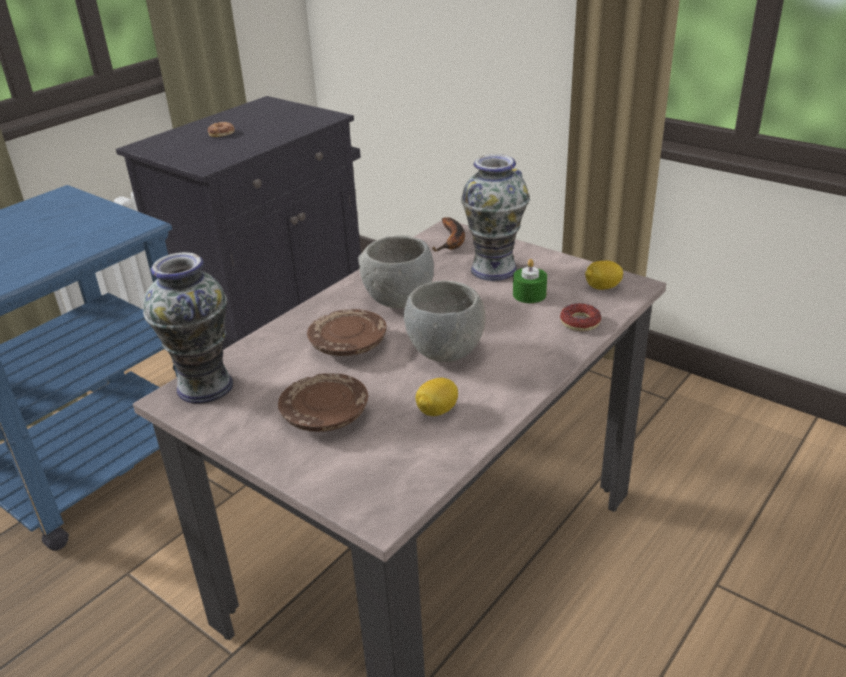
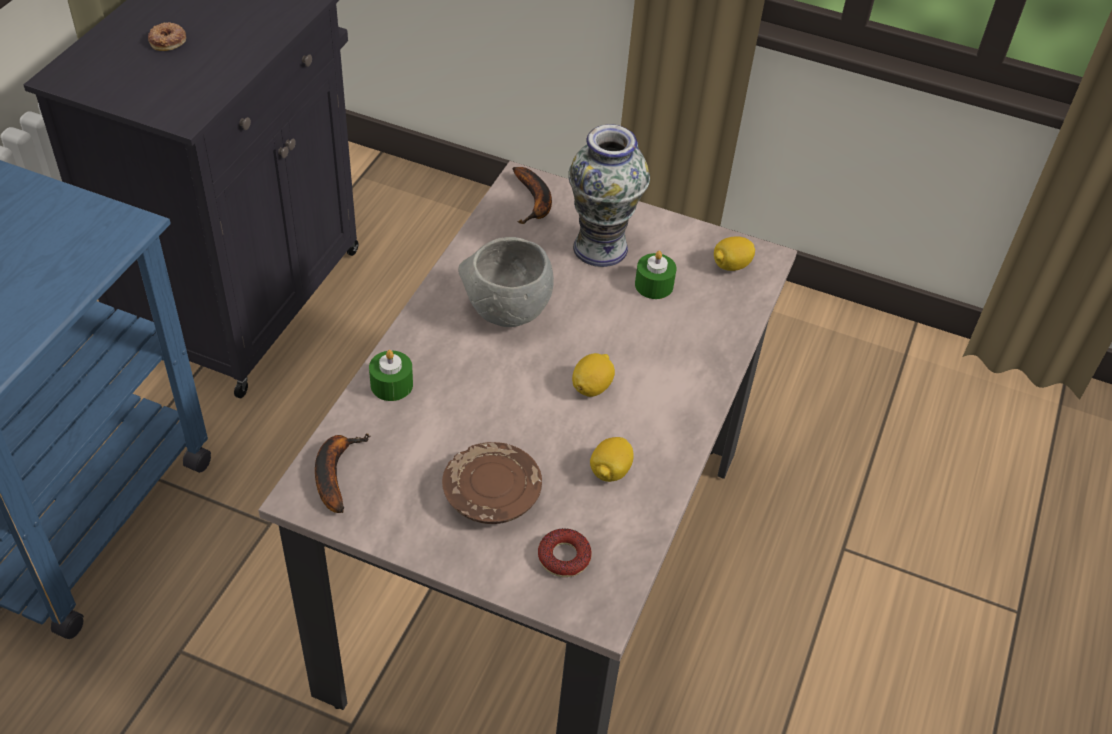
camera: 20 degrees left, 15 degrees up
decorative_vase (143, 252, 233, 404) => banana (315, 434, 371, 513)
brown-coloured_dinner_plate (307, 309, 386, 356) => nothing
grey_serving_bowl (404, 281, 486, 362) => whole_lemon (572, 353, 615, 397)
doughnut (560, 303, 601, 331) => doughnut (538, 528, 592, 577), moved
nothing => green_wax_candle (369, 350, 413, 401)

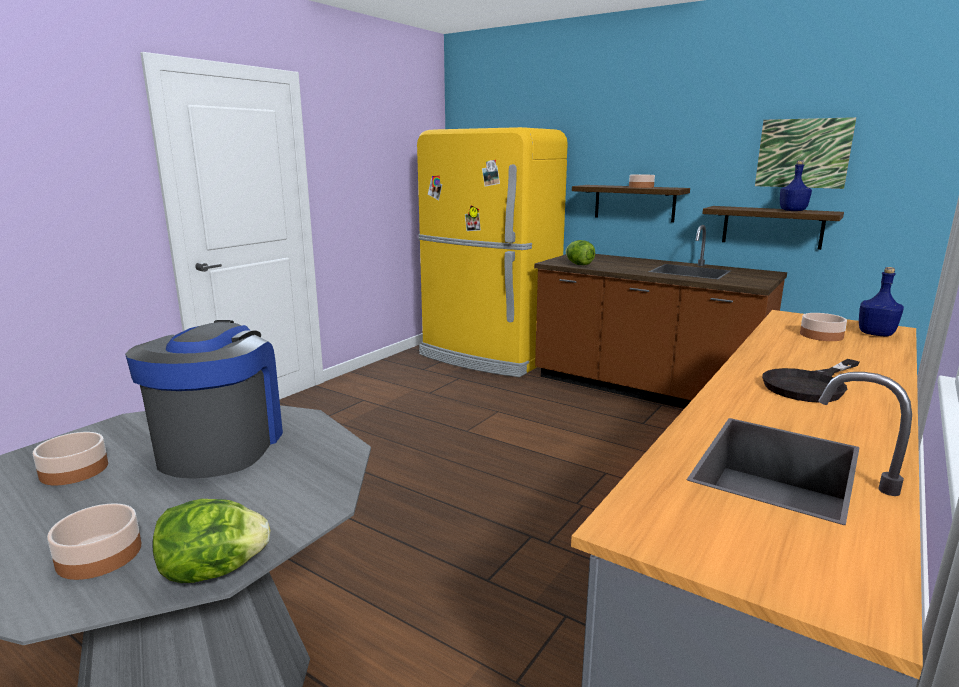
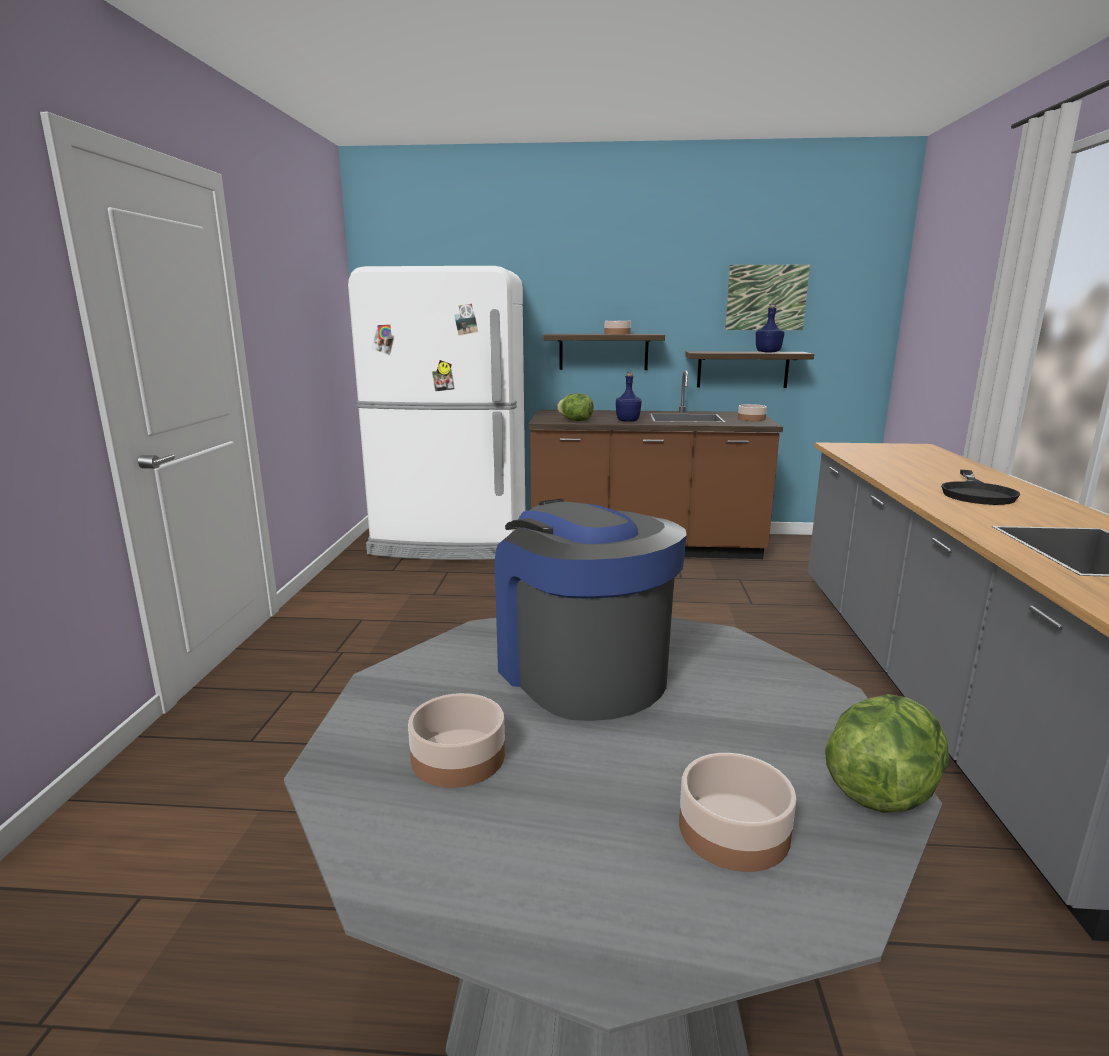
camera: 30 degrees left, 0 degrees up
yellowish_kitchen_fridge (417, 127, 568, 377) => whitish_kitchen_fridge (348, 266, 525, 560)
serving_bowl (800, 313, 847, 341) => serving_bowl (738, 404, 767, 421), moved
bluish_beverage_bottle (859, 267, 904, 336) => bluish_beverage_bottle (616, 372, 641, 422), moved

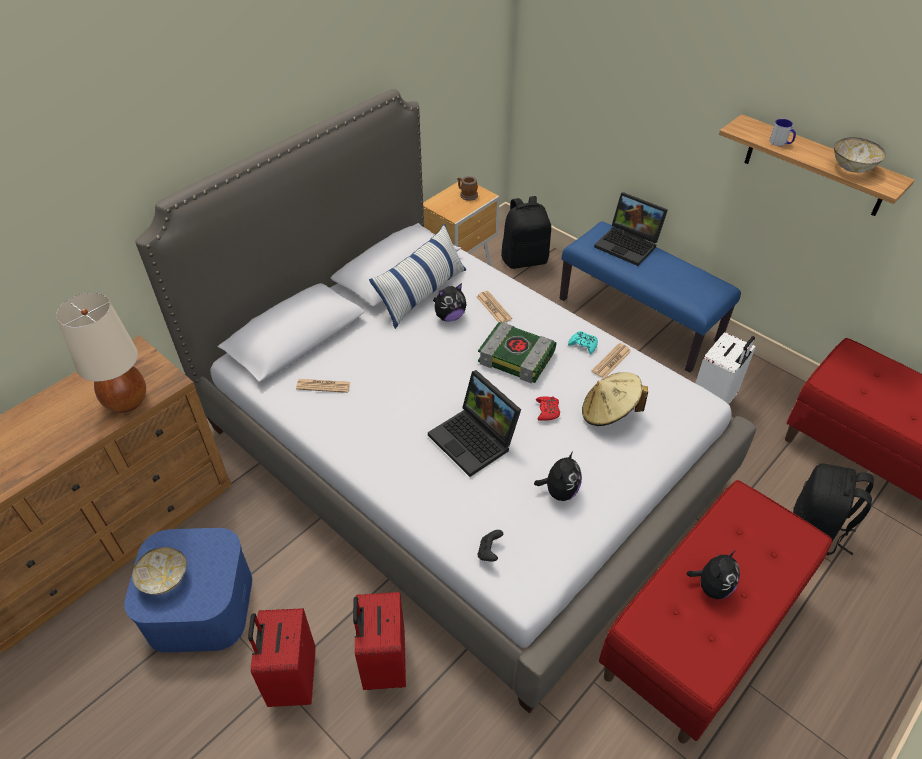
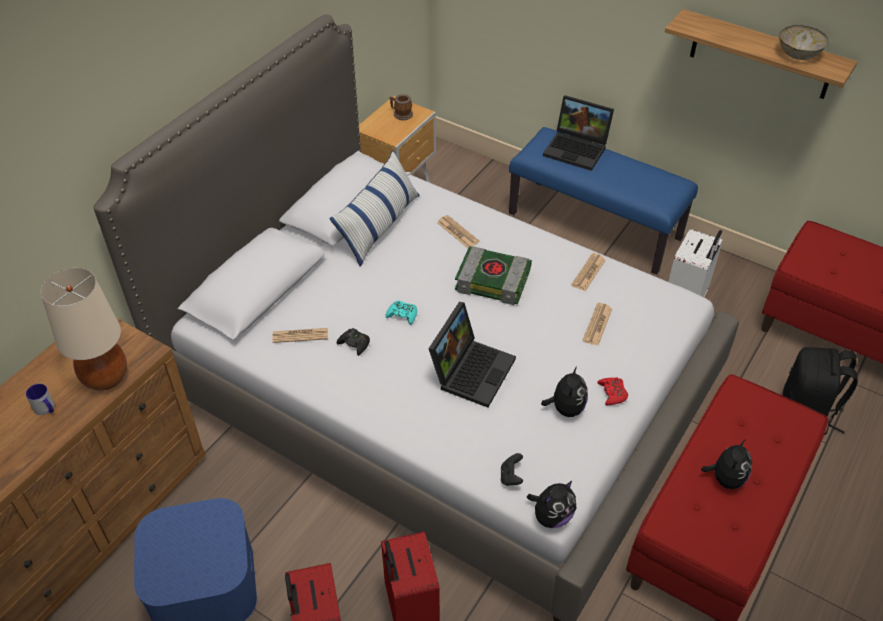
camera: 10 degrees left, 0 degrees up
serving_bowl (132, 547, 187, 595) => nothing
notebook_computer (428, 370, 521, 477) => notebook_computer (429, 302, 516, 408), 105 degrees counterclockwise
cuddly_toy (433, 283, 467, 322) => cuddly_toy (527, 481, 576, 528), moved
black_knapsack (501, 196, 551, 269) => nothing
red_gamepad (536, 396, 560, 421) => red_gamepad (597, 377, 628, 405), moved
turquoise_gamepad (568, 331, 598, 354) => turquoise_gamepad (386, 300, 417, 325), moved
beige_wearable_hat (582, 372, 648, 426) => printed_paper (582, 303, 612, 346)
mug (769, 119, 796, 146) => mug (26, 384, 55, 415), moved
nothing => black_gamepad (337, 328, 370, 356)

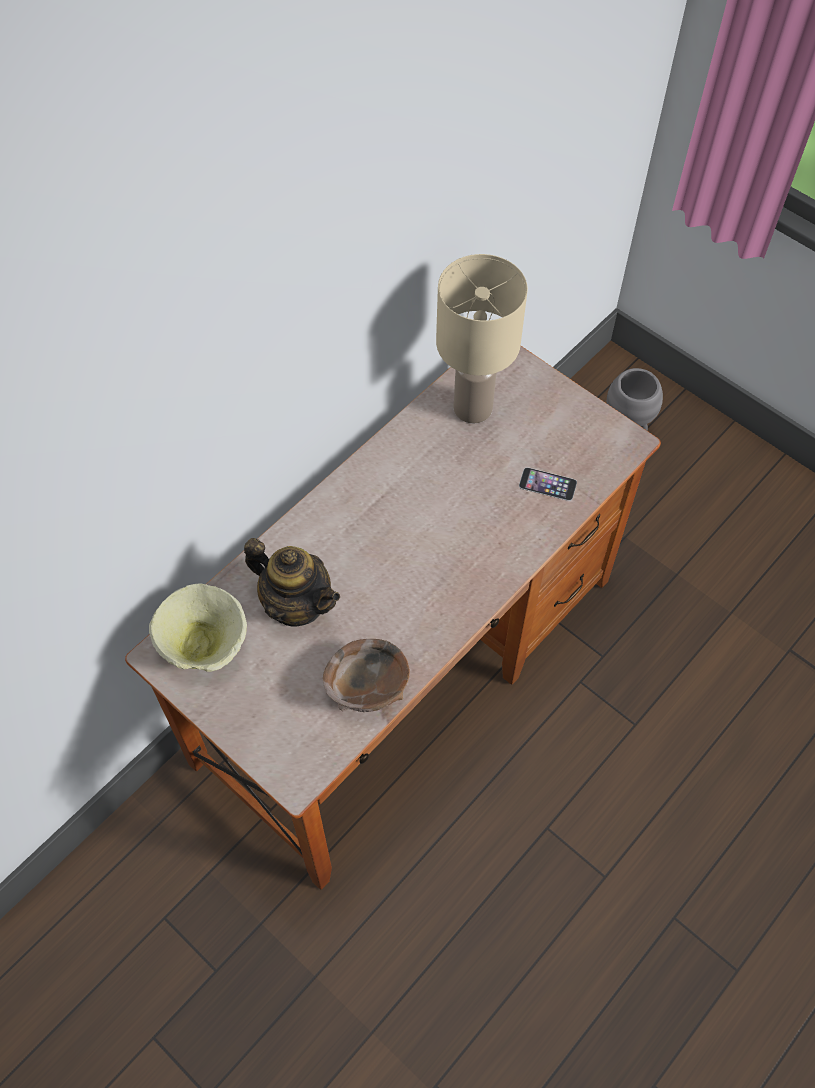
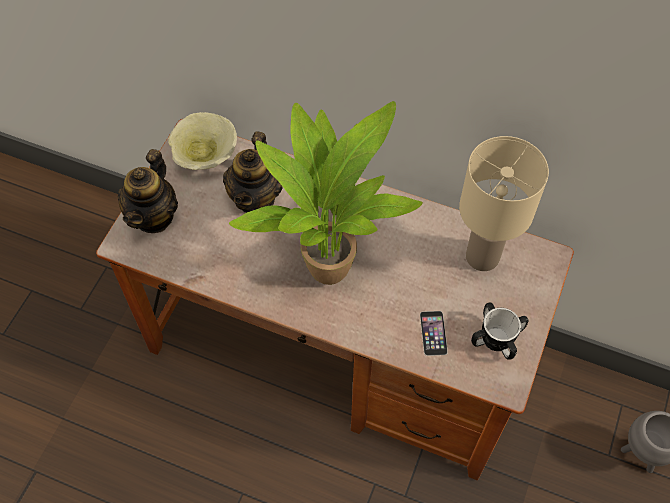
camera: 70 degrees right, 0 degrees up
brown-coloured_serving_bowl (323, 639, 410, 712) => nothing
nothing => teapot (118, 149, 178, 233)
nothing => potted_plant (229, 101, 423, 285)
nothing => mug (471, 302, 528, 360)

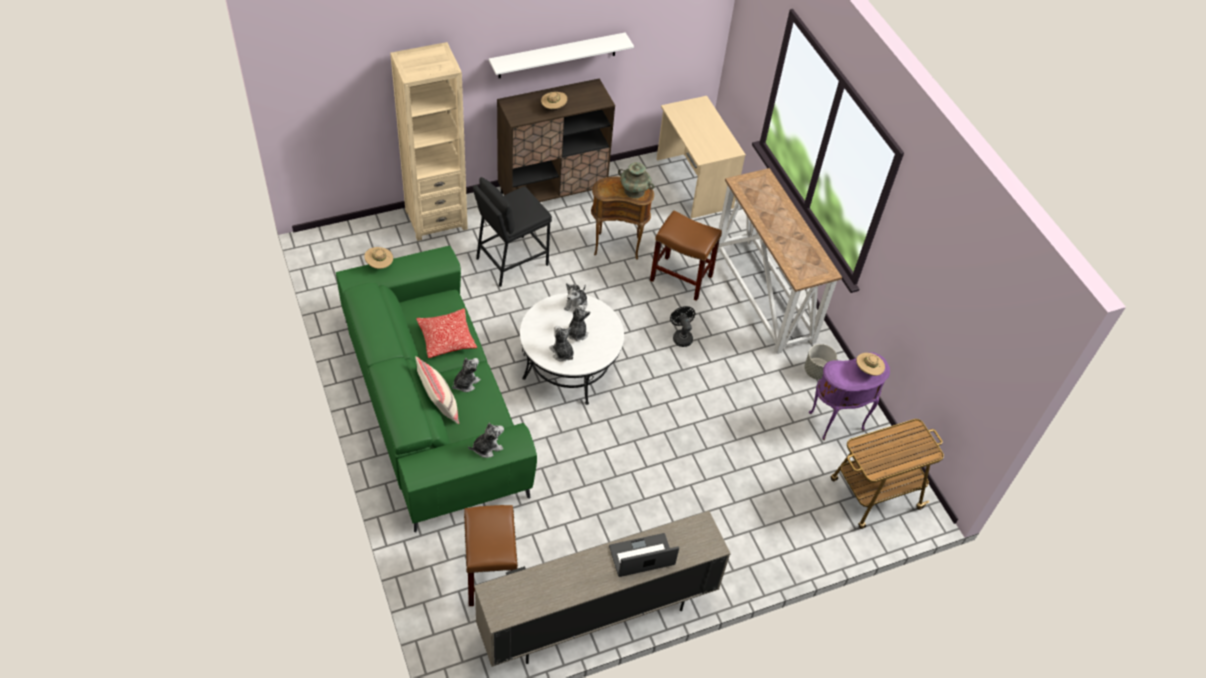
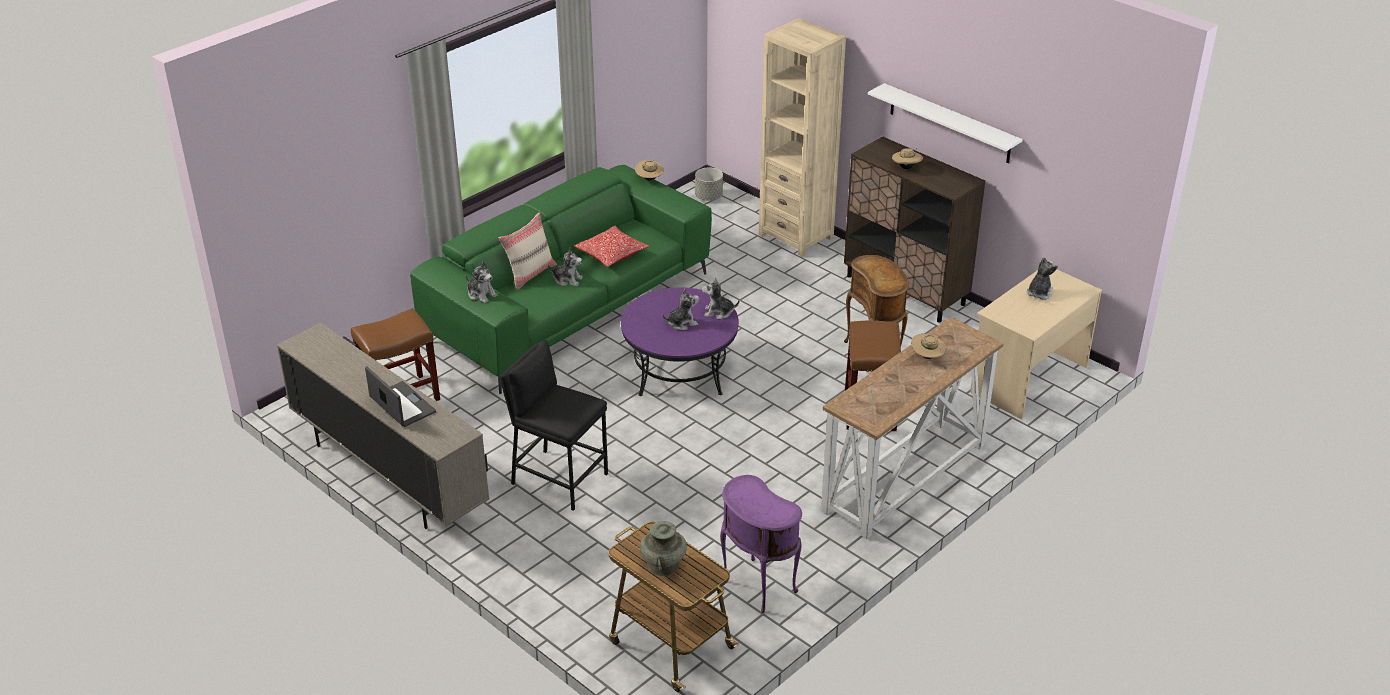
camera: 70 degrees right, 15 degrees down
black_stool (473, 177, 552, 287) => black_stool (500, 340, 608, 511), moved
whitish_coffee_table (520, 293, 624, 405) => purple-coloured_coffee_table (621, 287, 739, 396)
cuddly_toy (549, 326, 574, 362) => cuddly_toy (1027, 257, 1058, 300), moved
turquoise_decorative_vase (618, 162, 654, 198) => turquoise_decorative_vase (640, 521, 687, 576), moved
black_cooling_fan (670, 306, 695, 347) => nothing
grey_flower_pot (804, 344, 837, 380) => grey_flower_pot (695, 168, 723, 201), moved
beige_wearable_hat (856, 353, 885, 376) => beige_wearable_hat (911, 334, 946, 359), moved

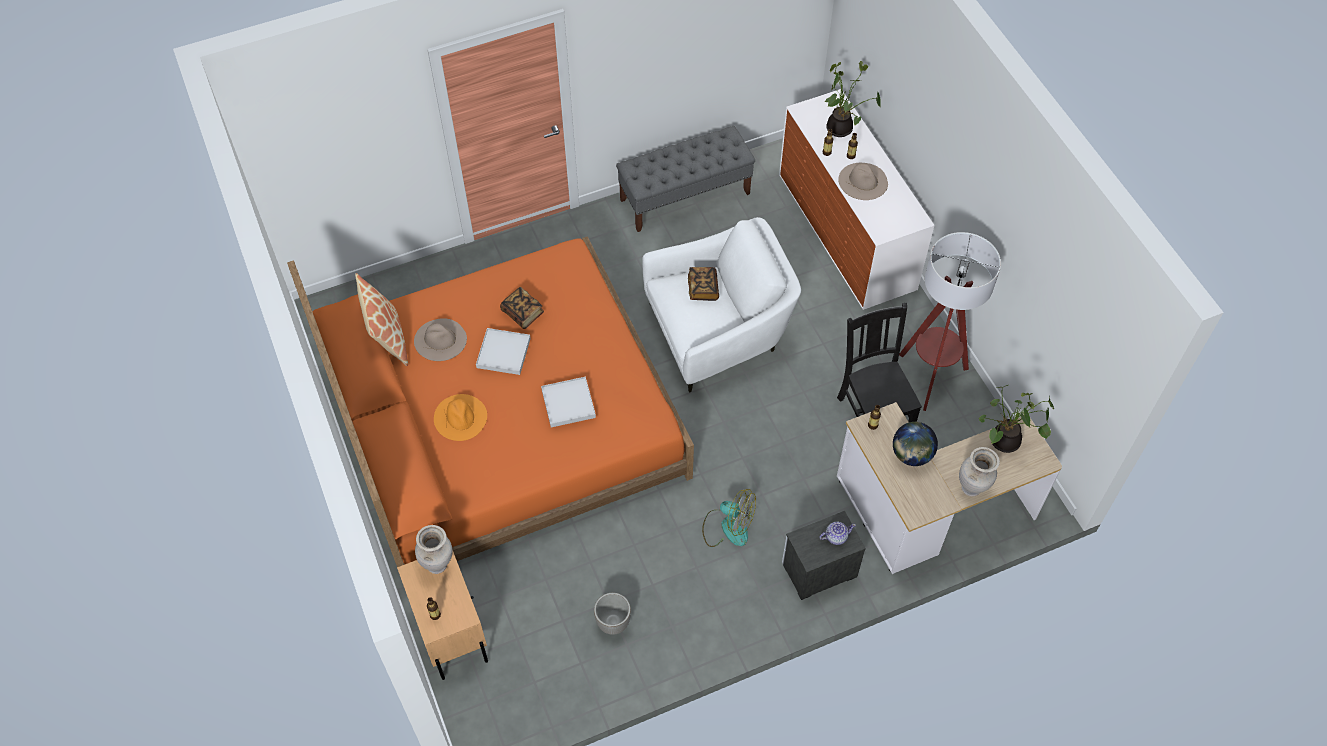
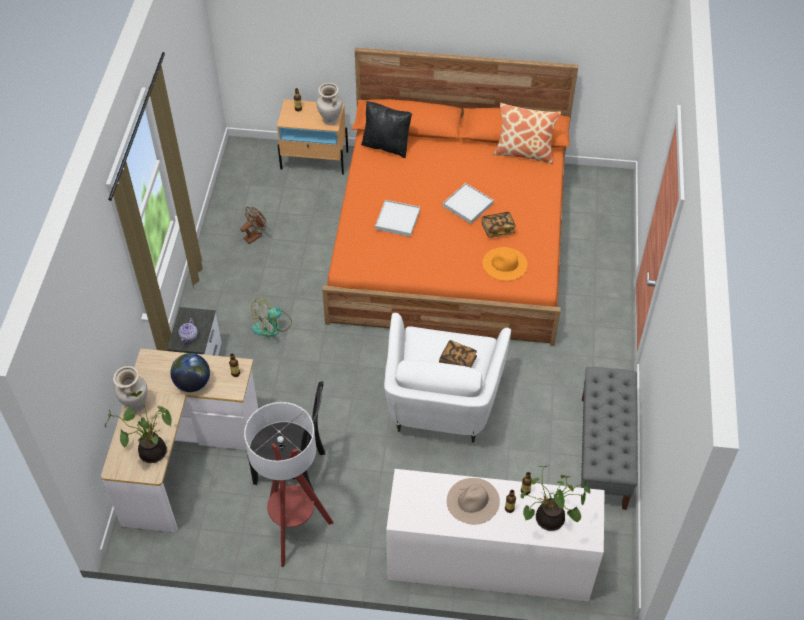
camera: 120 degrees right, 5 degrees down
beige_wearable_hat (414, 318, 467, 361) => nothing
orangey_wearable_hat (434, 394, 487, 441) => orangey_wearable_hat (482, 247, 528, 281), moved
flower_pot (594, 593, 631, 635) => brown-coloured_cooling_fan (240, 207, 266, 244)
nothing => black_throw_pillow (361, 101, 412, 158)

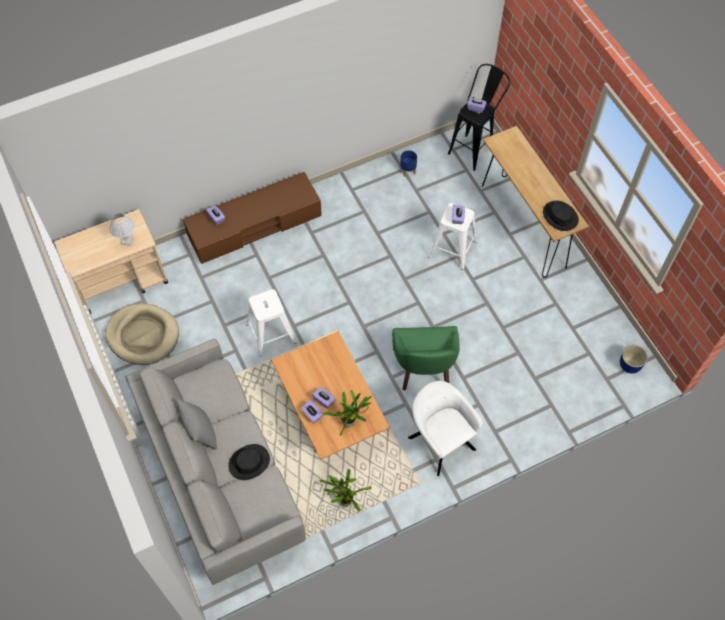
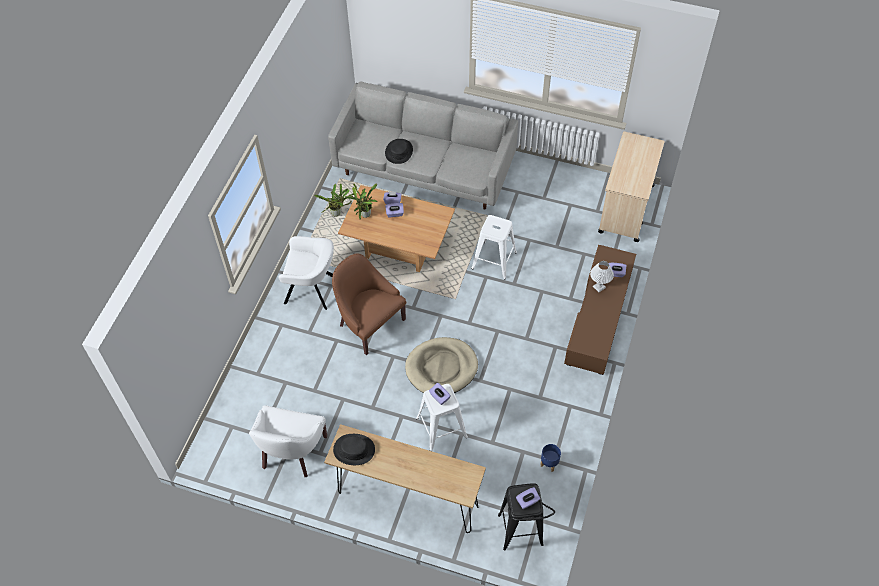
camera: 135 degrees right, 5 degrees down
beige_pet_bed (105, 304, 179, 365) => beige_pet_bed (405, 337, 478, 393), moved
whitish_tabletop_lamp (109, 213, 135, 246) => whitish_tabletop_lamp (590, 261, 614, 292), moved
grey_throw_pillow (176, 399, 217, 450) => nothing
green_easy_chair (392, 326, 460, 390) => brown-coloured_easy_chair (332, 254, 406, 355)
flower_pot (620, 345, 648, 373) => nothing
nothing => whitish_easy_chair (249, 405, 327, 477)

